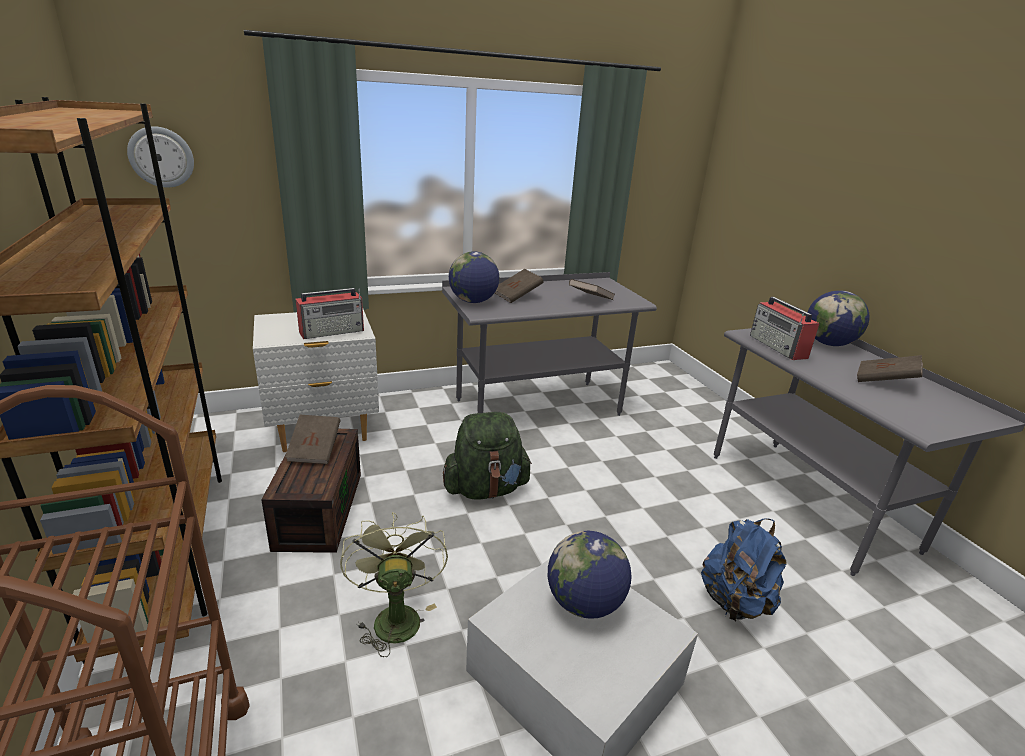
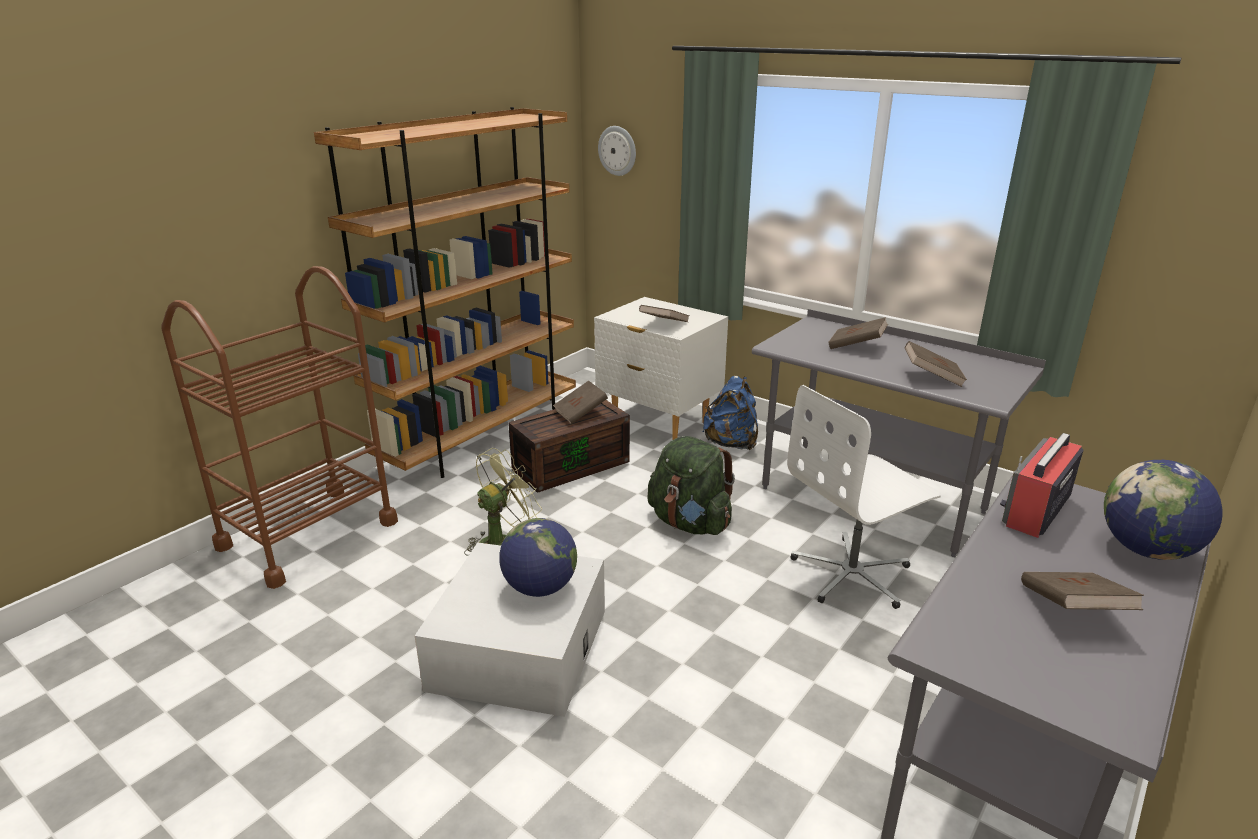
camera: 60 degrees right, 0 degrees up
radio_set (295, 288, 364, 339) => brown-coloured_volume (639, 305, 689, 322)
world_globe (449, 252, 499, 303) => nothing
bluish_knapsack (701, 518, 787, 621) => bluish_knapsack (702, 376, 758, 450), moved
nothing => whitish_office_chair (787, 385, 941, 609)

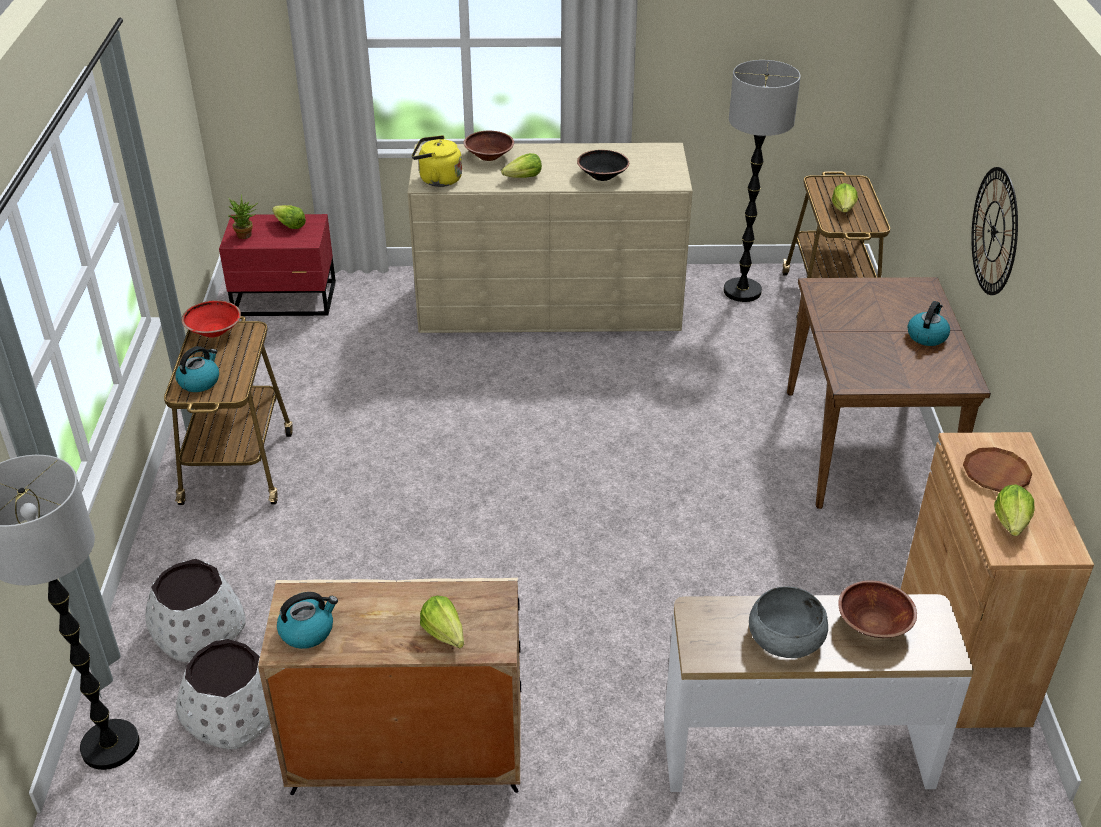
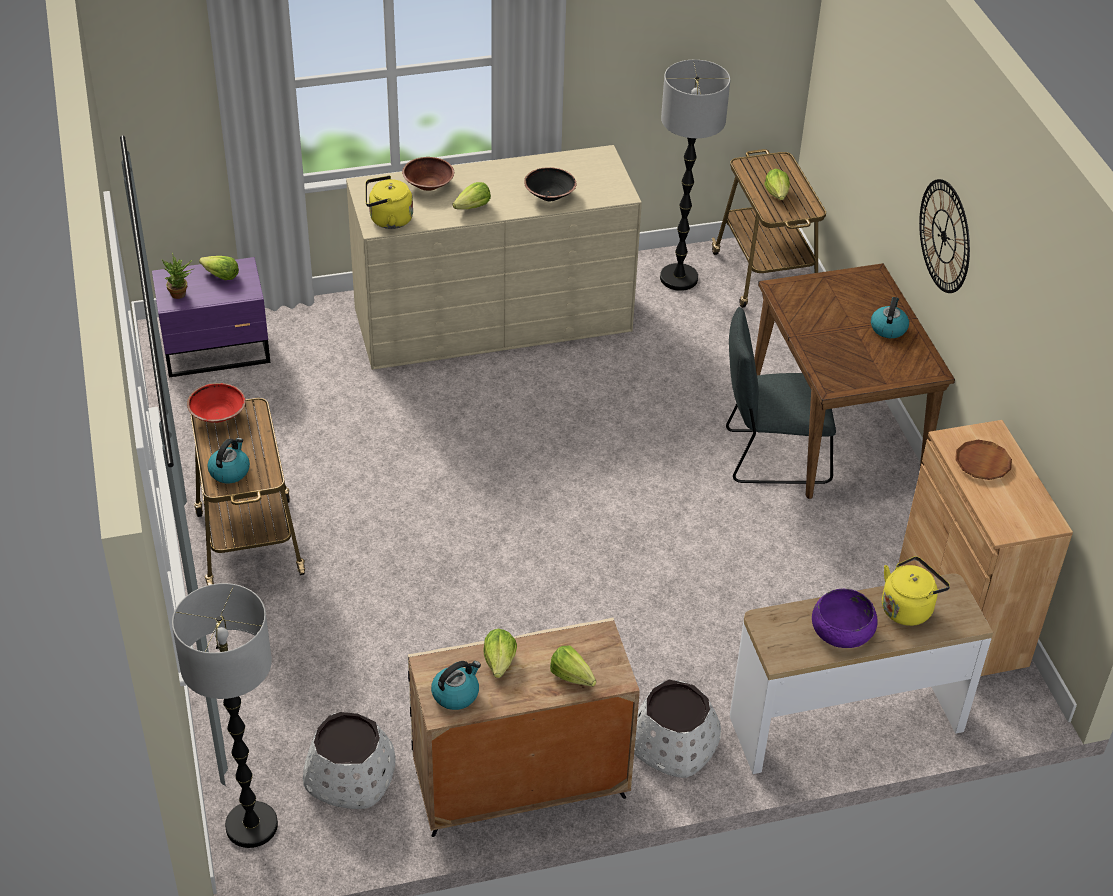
camera: 15 degrees left, 5 degrees up
whitish_flower_pot (145, 559, 246, 662) => whitish_flower_pot (634, 680, 721, 778), moved
red_night_table (219, 214, 336, 316) => purple-coloured_night_table (152, 257, 271, 377)
grey_serving_bowl (749, 586, 828, 658) => purple-coloured_serving_bowl (812, 589, 878, 648)
brown-coloured_serving_bowl (838, 580, 917, 638) => yellowish_kettle (882, 556, 950, 626)
lettuce_head (994, 484, 1035, 536) => lettuce_head (483, 629, 517, 678), moved
nothing => grey_upright_chair (726, 307, 836, 484)

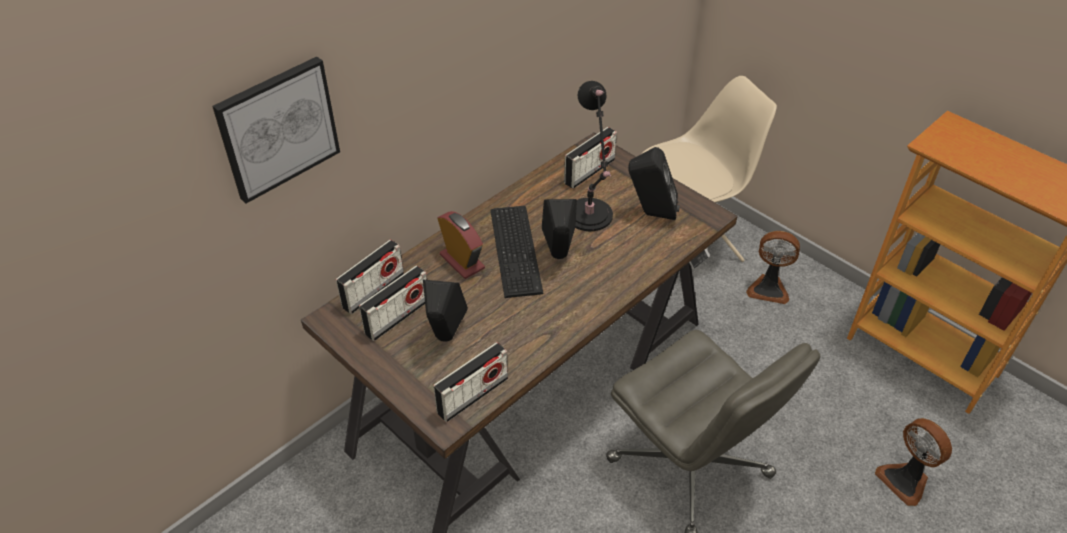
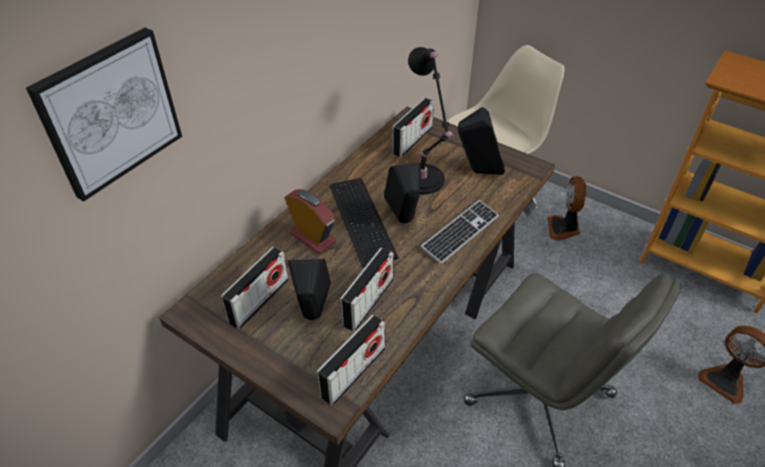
camera: 10 degrees left, 0 degrees up
radio_set (336, 240, 404, 314) => radio_set (340, 248, 394, 332), moved
cooling_fan (746, 231, 800, 304) => cooling_fan (547, 176, 586, 241), 90 degrees clockwise
nothing => computer_keyboard (421, 200, 499, 264)

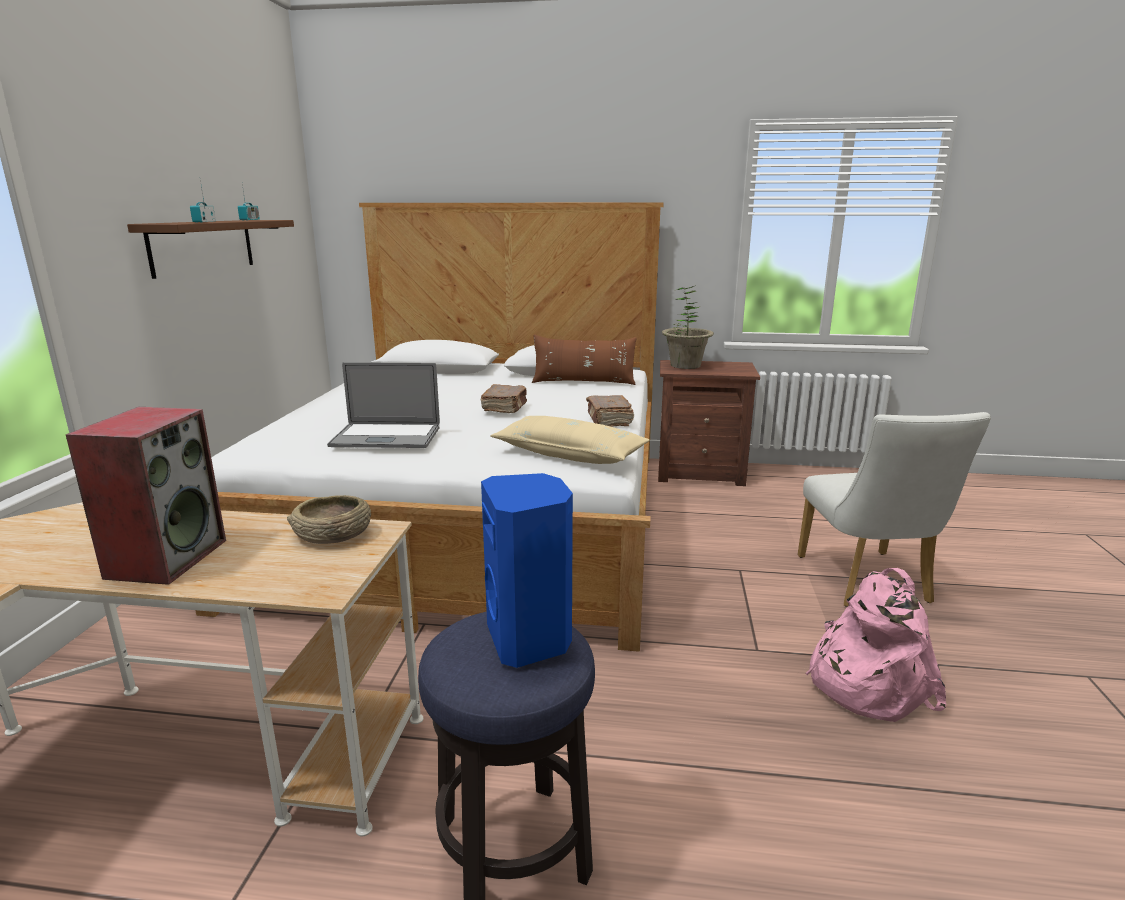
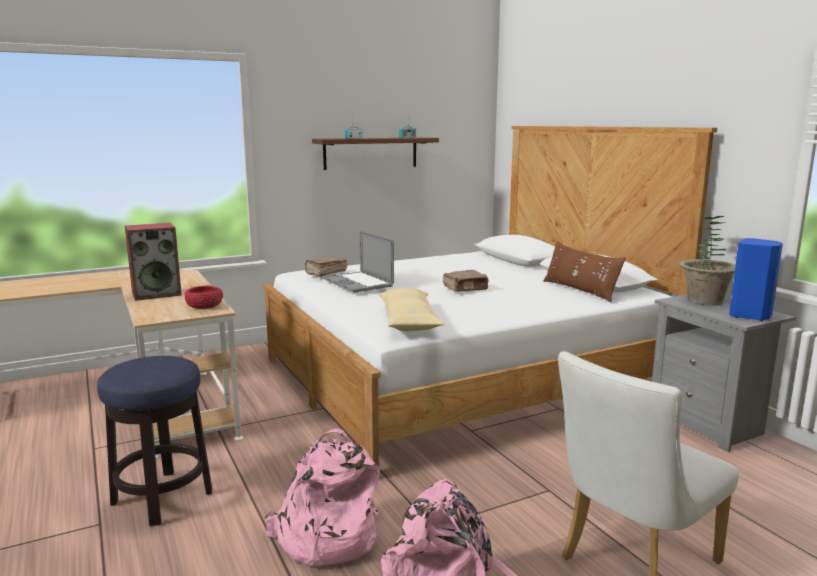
camera: 55 degrees right, 5 degrees down
beige_serving_bowl (287, 495, 371, 544) => red_serving_bowl (185, 286, 223, 309)
bluish_audio_speaker (481, 473, 573, 668) => bluish_audio_speaker (729, 238, 783, 321), moved
brown-coloured_volume (586, 395, 634, 427) => brown-coloured_volume (305, 256, 347, 277), moved
brown-coloured_night_table (658, 360, 760, 486) => grey_night_table (652, 295, 796, 452)
nothing => pink_knapsack (265, 428, 380, 566)

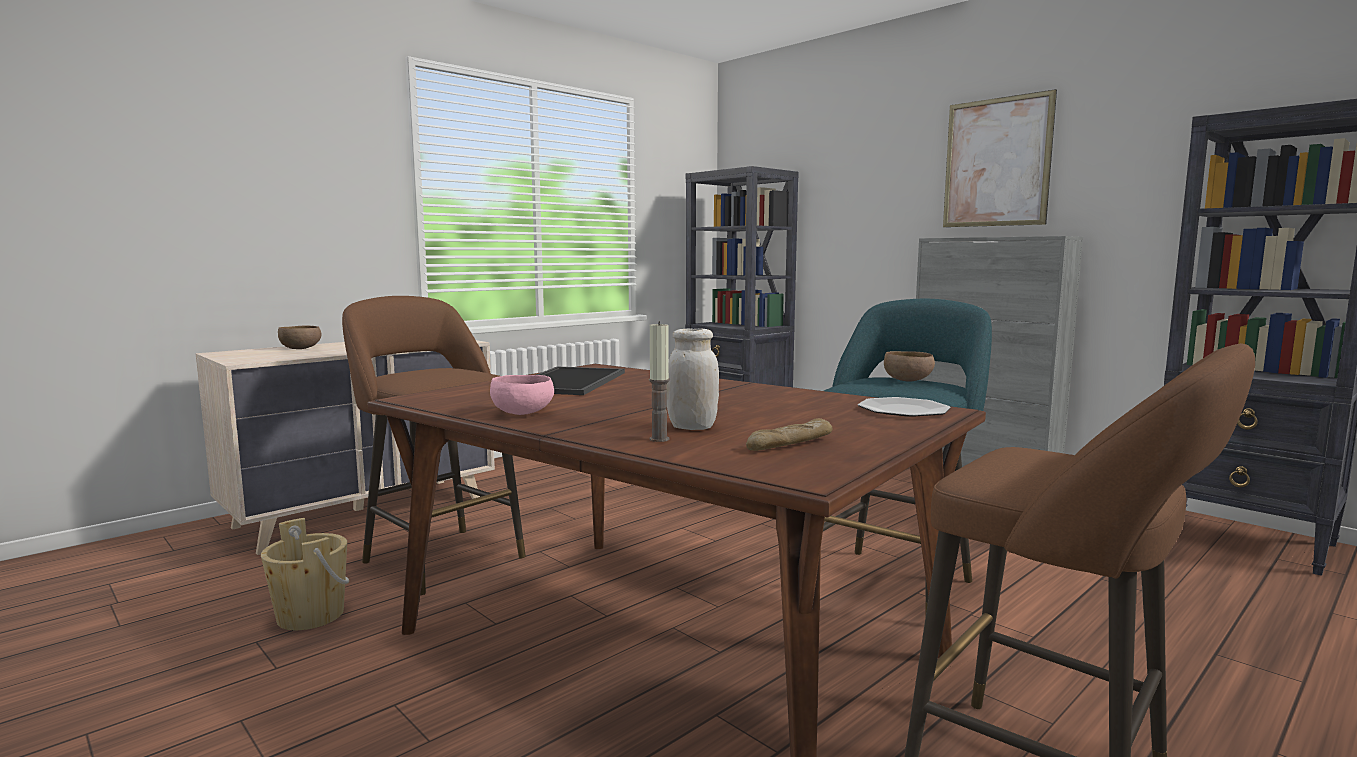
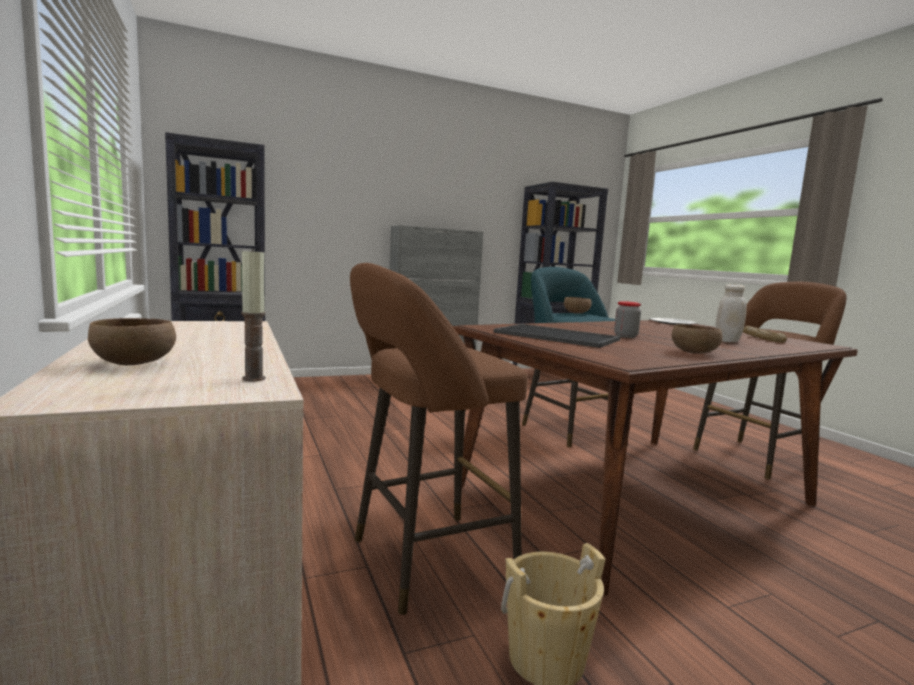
camera: 70 degrees left, 0 degrees up
pink_serving_bowl (490, 375, 554, 415) => brown-coloured_serving_bowl (671, 324, 723, 354)
wax_candle (649, 321, 670, 442) => wax_candle (241, 247, 266, 381), moved
wall_picture (943, 89, 1057, 227) => nothing
nothing => preserve_jar (614, 301, 641, 338)

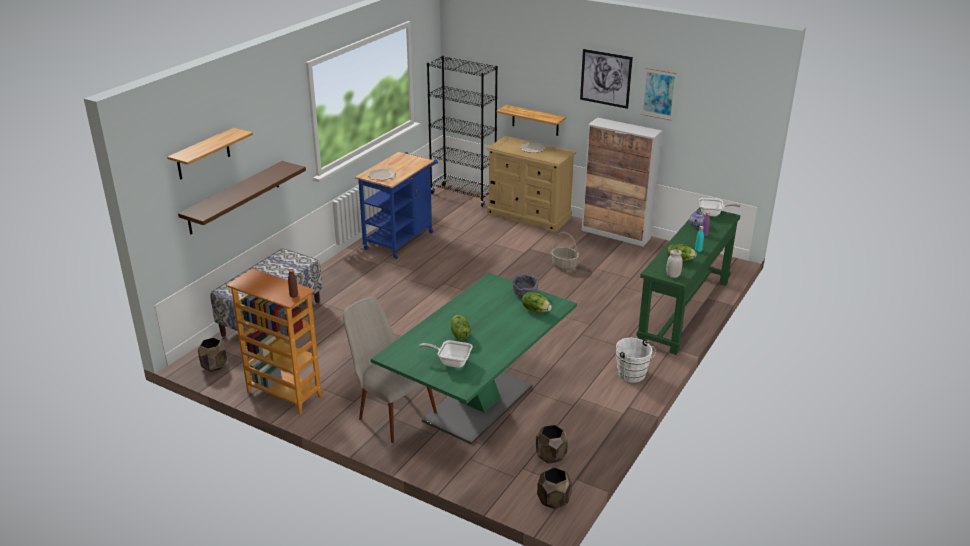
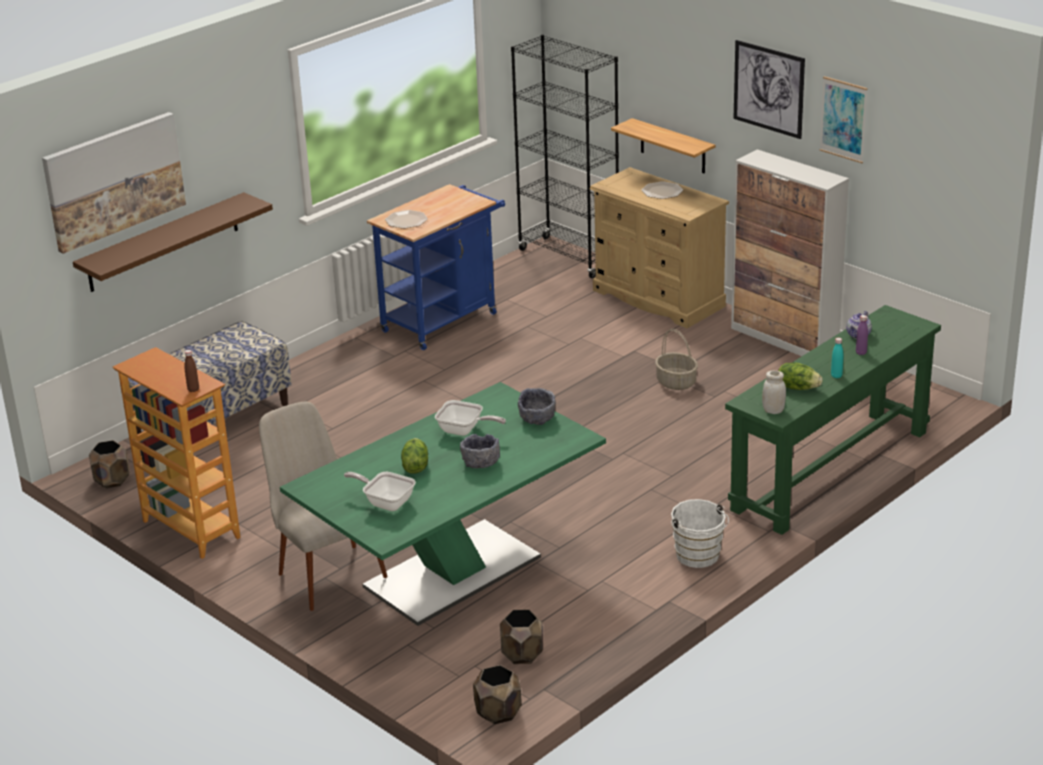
camera: 15 degrees right, 0 degrees up
wall_shelf (167, 128, 253, 180) => wall_picture (42, 112, 186, 254)
lettuce_head (522, 292, 552, 313) => nothing
skillet (699, 198, 741, 216) => skillet (435, 400, 506, 436), moved
nothing => grey_serving_bowl (460, 434, 500, 469)

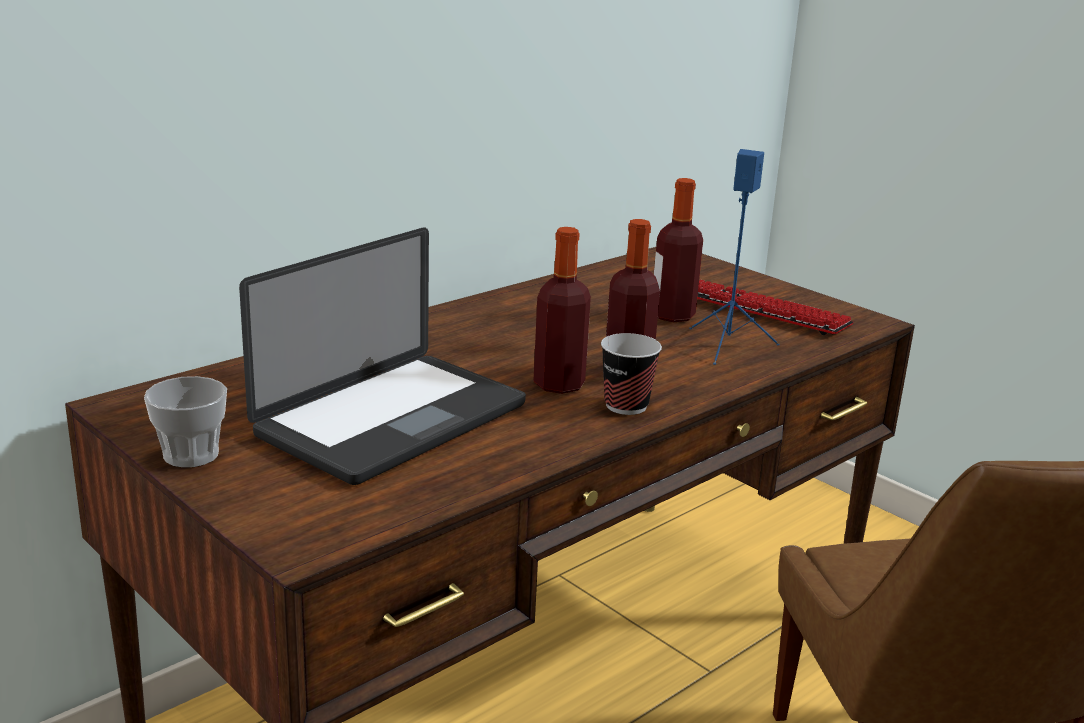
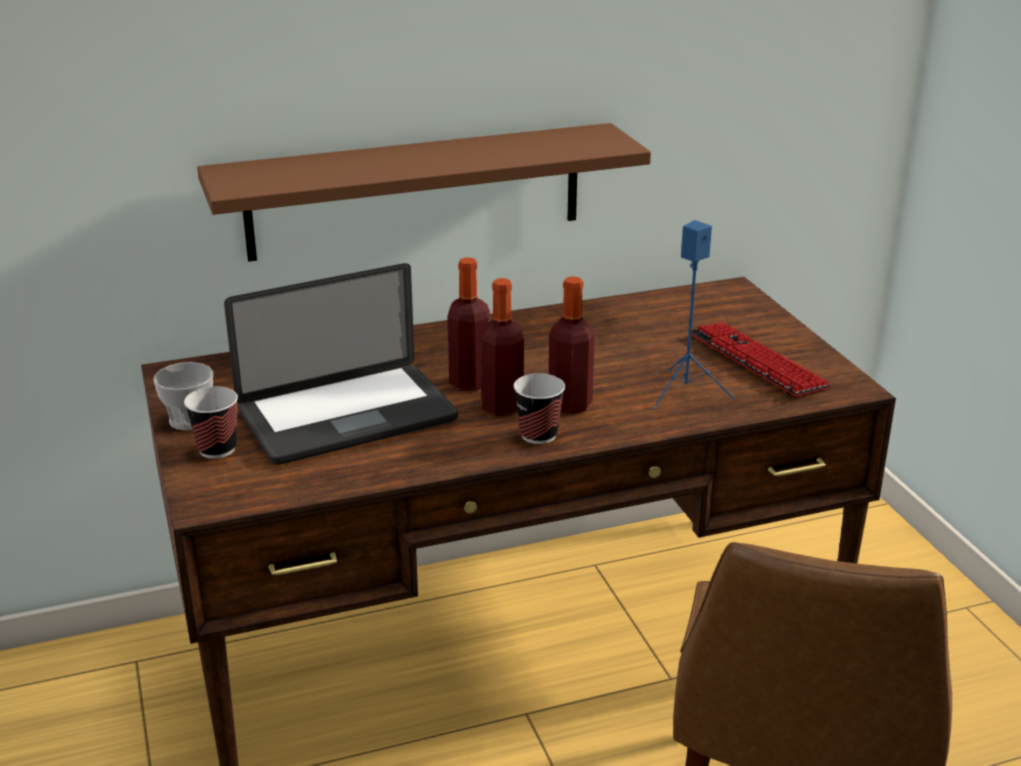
camera: 25 degrees right, 5 degrees up
beverage_bottle (654, 178, 703, 322) => beverage_bottle (447, 258, 490, 391), moved
nothing => cup (184, 387, 238, 459)
nothing => brown-coloured_wall_shelf (197, 123, 651, 262)

